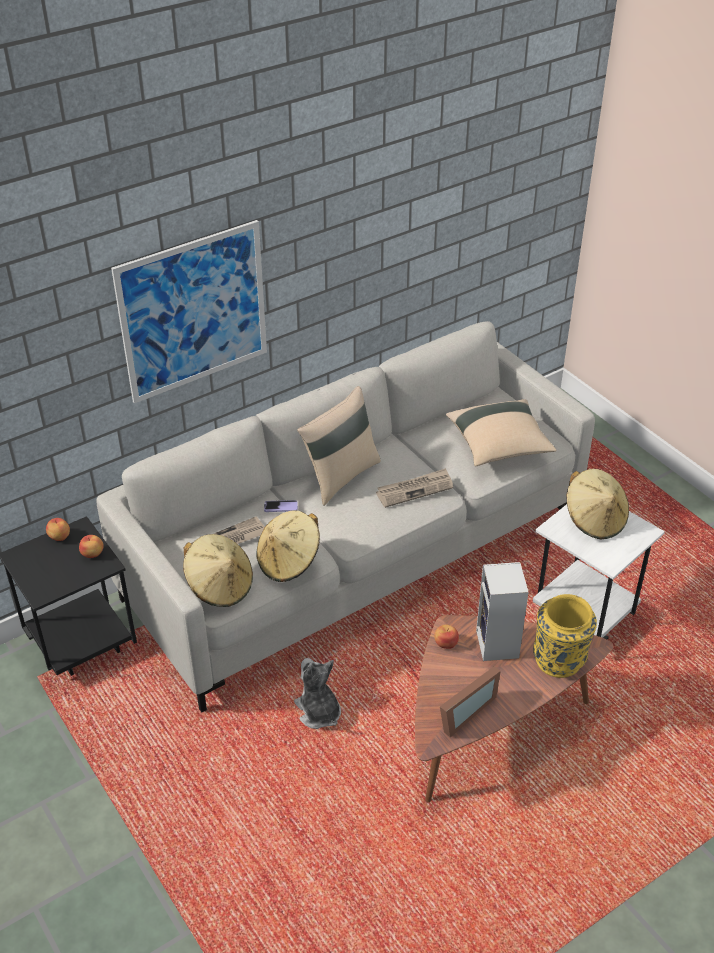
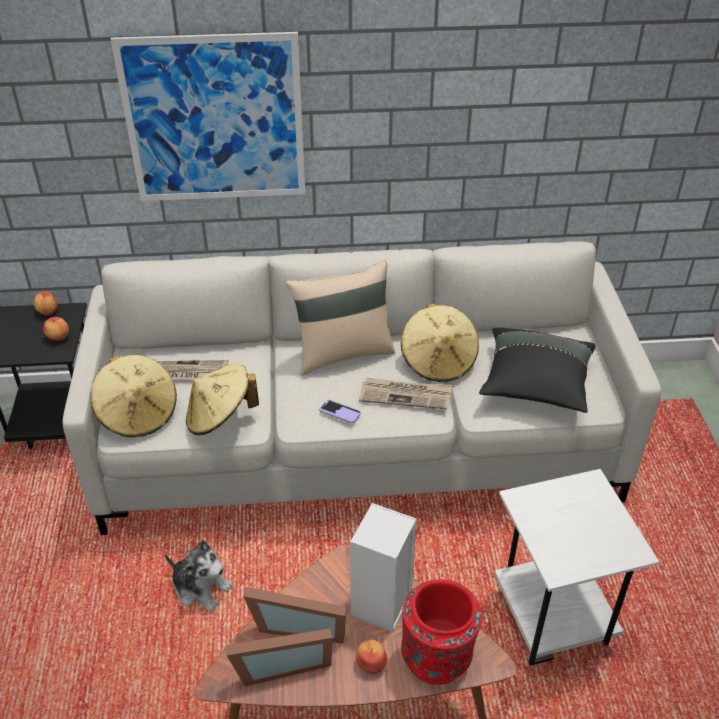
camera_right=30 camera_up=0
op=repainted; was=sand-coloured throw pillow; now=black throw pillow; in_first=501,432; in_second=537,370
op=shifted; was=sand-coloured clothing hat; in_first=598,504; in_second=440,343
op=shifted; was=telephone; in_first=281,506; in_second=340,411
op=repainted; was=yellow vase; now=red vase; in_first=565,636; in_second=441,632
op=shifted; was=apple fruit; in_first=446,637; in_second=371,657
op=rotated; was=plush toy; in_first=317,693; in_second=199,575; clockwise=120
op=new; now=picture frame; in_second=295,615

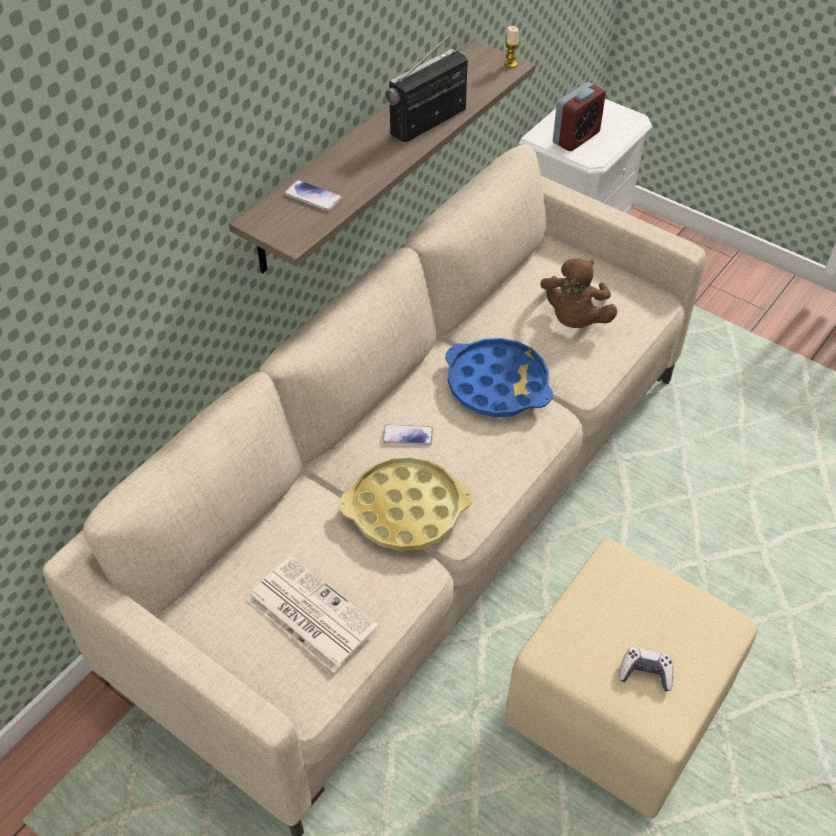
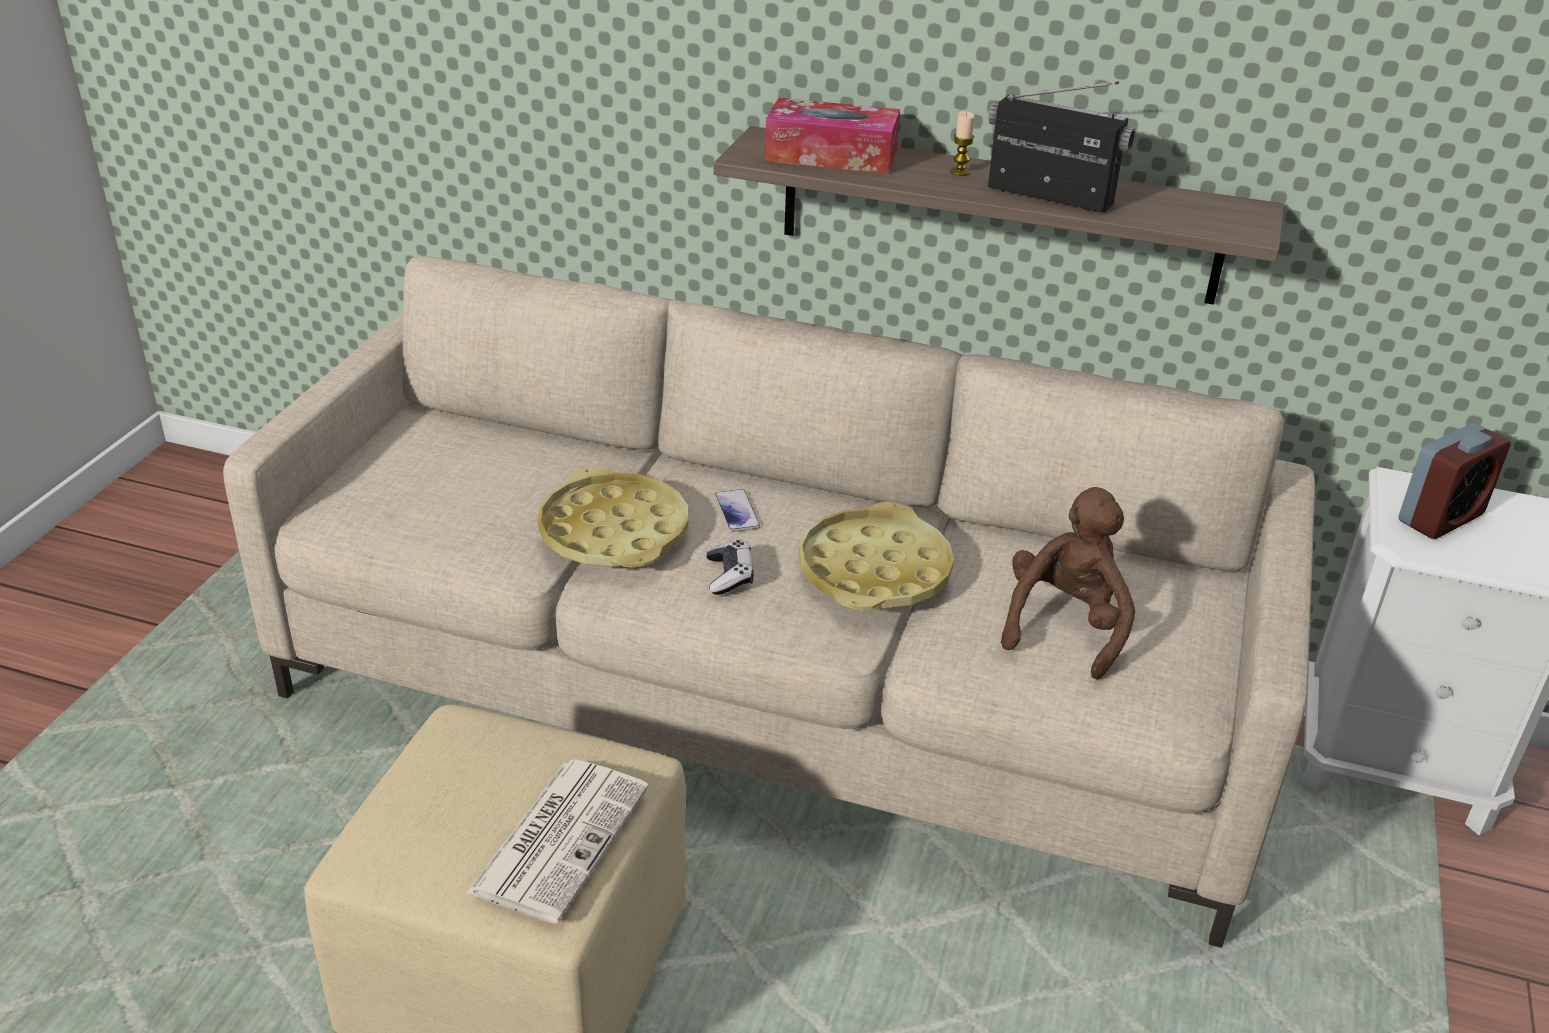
camera_right=70 camera_up=-15
op=shifted; was=wax candle; in_first=511,47; in_second=962,143
op=rotated; was=table clock; in_first=579,116; in_second=1454,481; clockwise=-60
op=swapped; was=telephone; now=box of tissues; in_first=313,196; in_second=832,136
op=rotated; was=brown-coloured plush toy; in_first=578,293; in_second=1068,583; clockwise=120
op=repainted; was=blue tray; now=yellow tray; in_first=499,377; in_second=876,556
op=shifted; was=daily paper; in_first=313,614; in_second=557,842
op=shifted; was=joypad; in_first=646,669; in_second=730,567

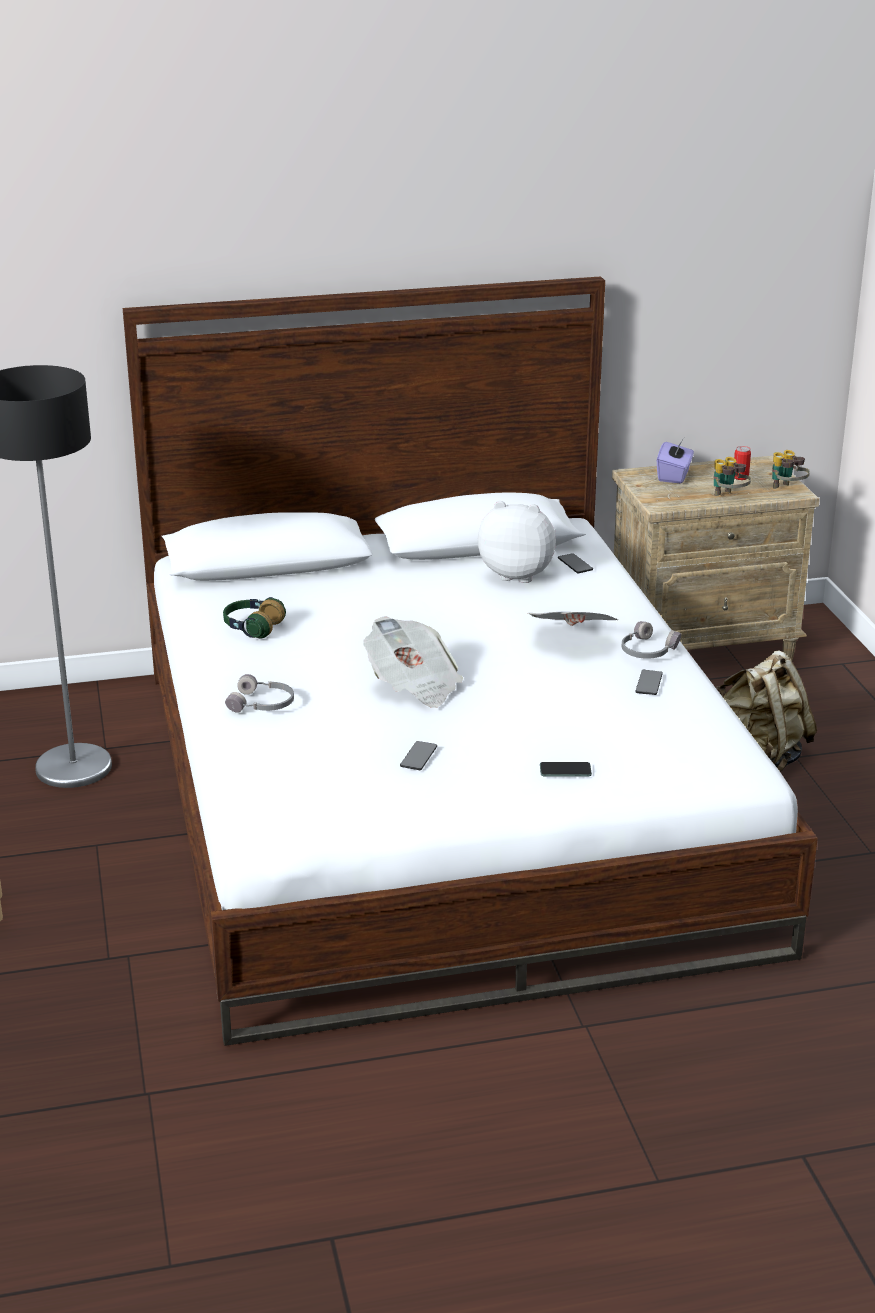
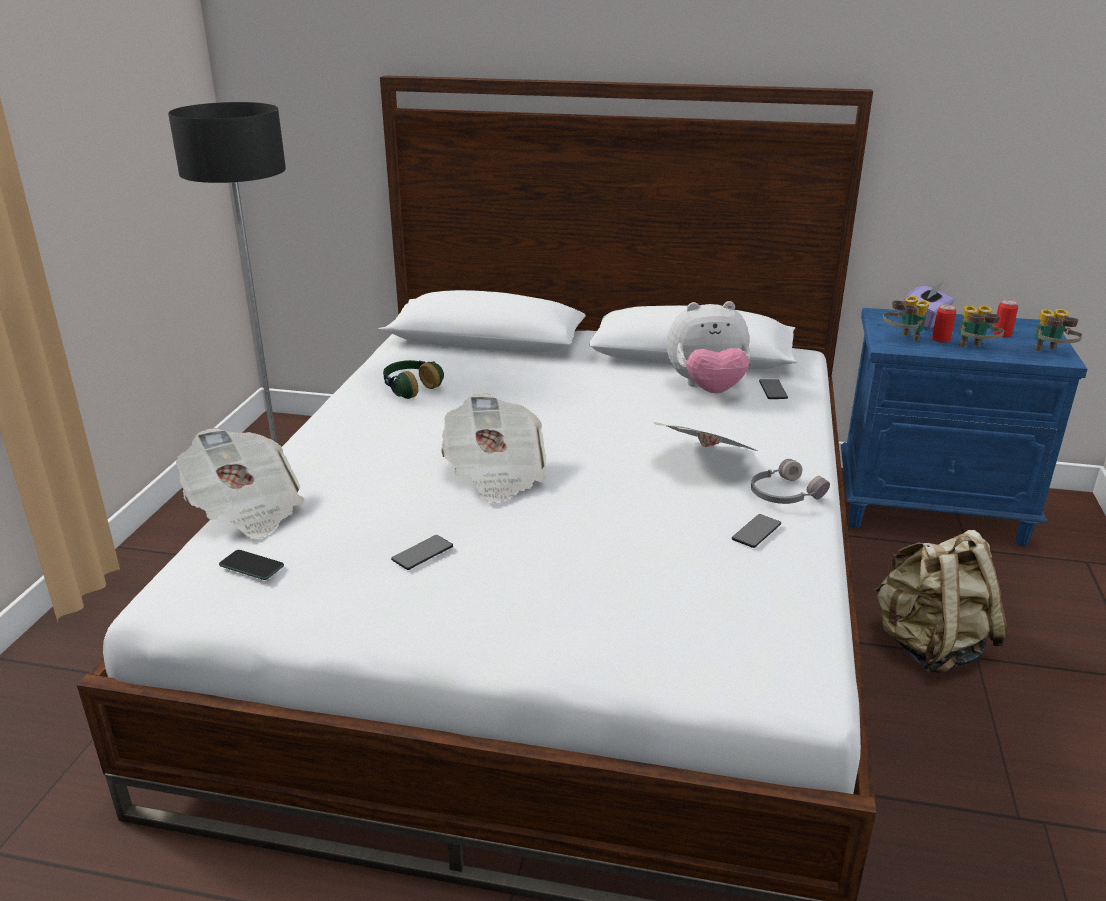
camera_right=25 camera_up=0
op=repainted; was=sand-coloured nightstand; now=blue nightstand; in_first=716,558; in_second=964,427
op=rotated; was=plush toy; in_first=517,542; in_second=709,347; clockwise=135
op=gone; was=grey pair of headphones; in_first=259,693
op=shifted; was=telephone; in_first=566,769; in_second=251,565
op=new; now=pair of binoculars; in_second=906,318
op=new; now=can; in_second=944,323
op=new; now=daily paper; in_second=240,483

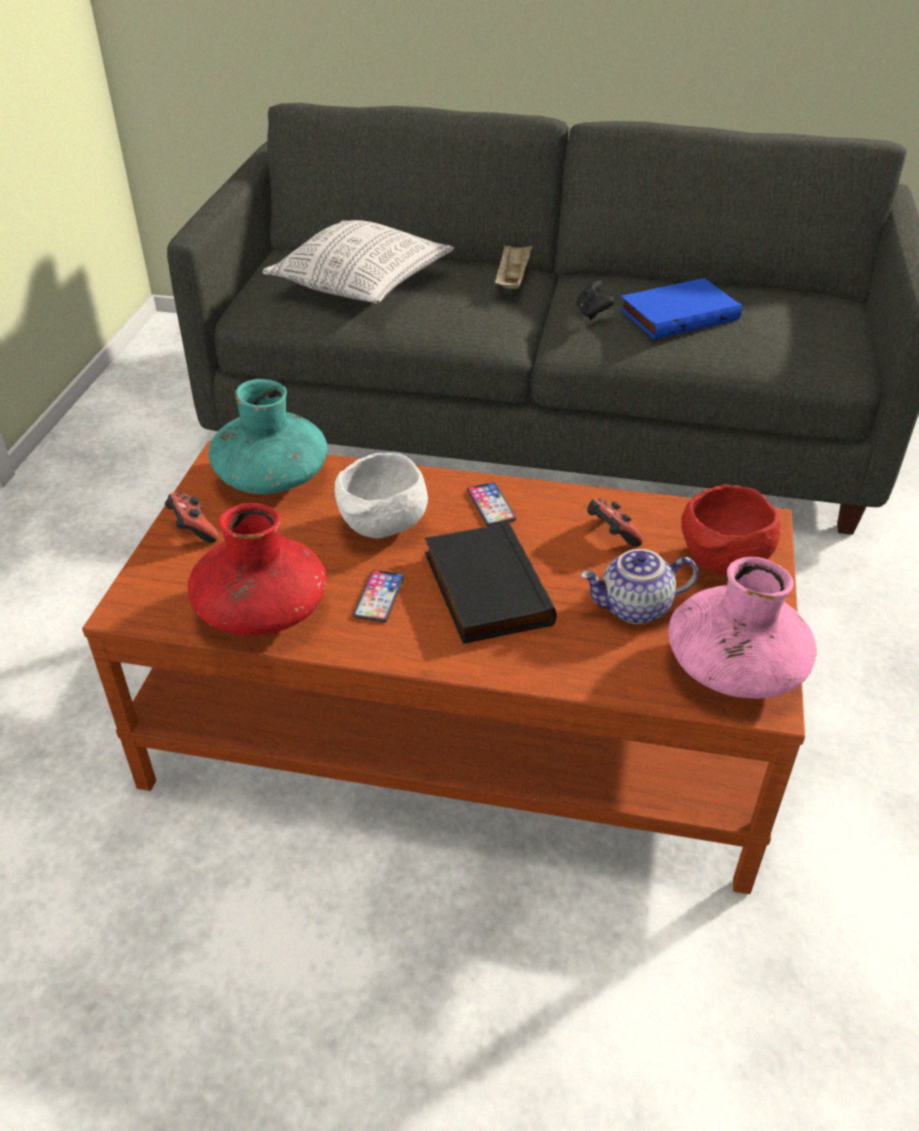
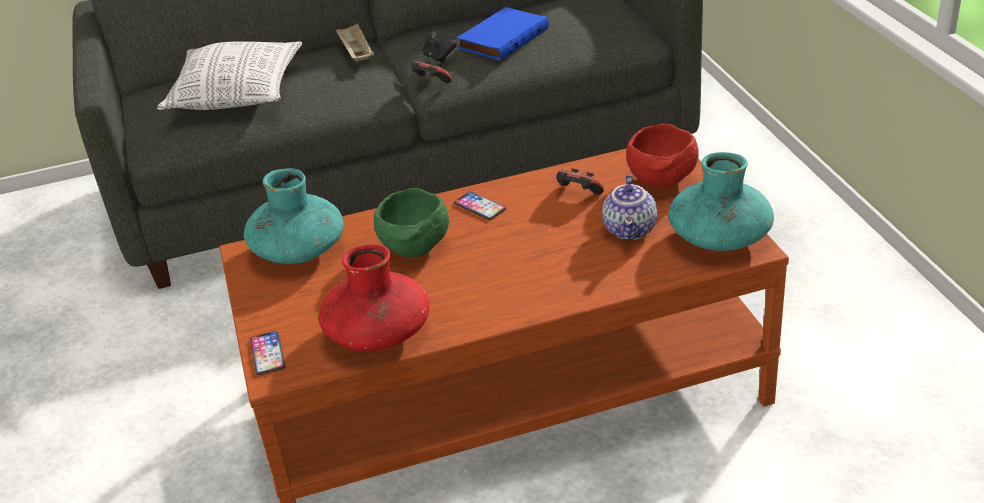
camera_right=-25 camera_up=-5
op=repainted; was=white-coloured serving bowl; now=green serving bowl; in_first=381,495; in_second=411,223
op=shifted; was=joypad; in_first=191,517; in_second=431,71
op=gone; was=black volume; in_first=491,583
op=rotated; was=teapot; in_first=639,586; in_second=629,207; clockwise=-45
op=repainted; was=pink-coloured vase; now=blue-green vase; in_first=742,627; in_second=721,201
op=shifted; was=telephone; in_first=378,596; in_second=268,353

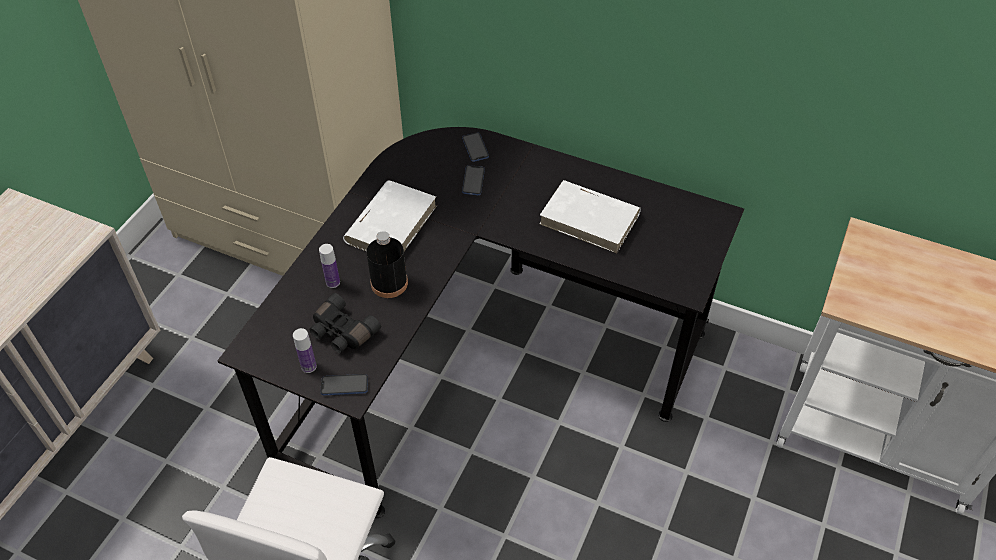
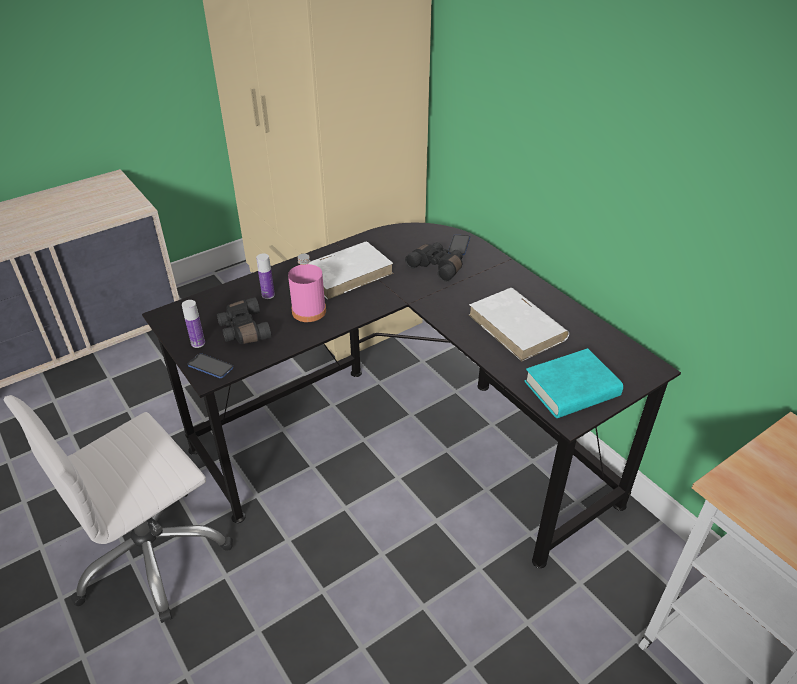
camera_right=30 camera_up=-10
op=swapped; was=telephone; now=black pair of binoculars; in_first=473,180; in_second=434,262
op=repainted; was=black drink bottle; now=pink-coloured drink bottle; in_first=387,264; in_second=307,287
op=new; now=blue-green volume; in_second=574,383

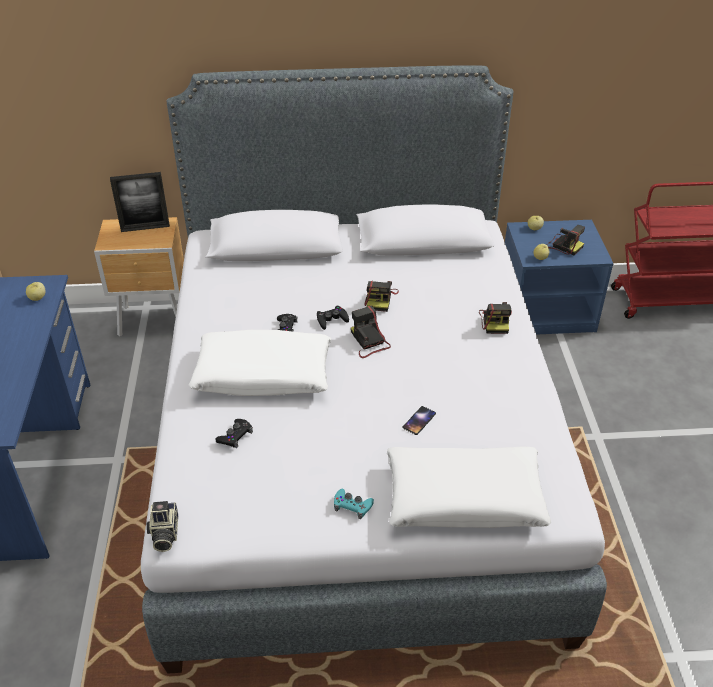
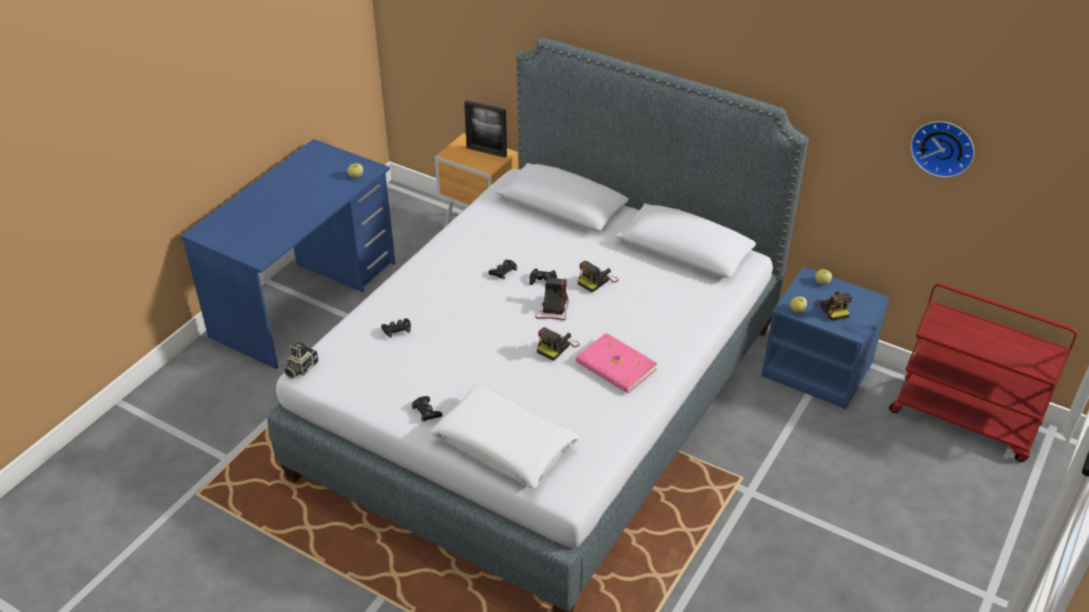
camera_right=35 camera_up=0
op=shifted; was=photo camera; in_first=495,318; in_second=558,344
op=gone; was=white-coloured throw pillow; in_first=260,363
op=gone; was=telephone; in_first=419,420
op=repainted; was=blue-green joypad; now=black joypad; in_first=354,504; in_second=427,409
op=new; now=wall clock; in_second=942,149
op=new; now=pink-coloured volume; in_second=617,363

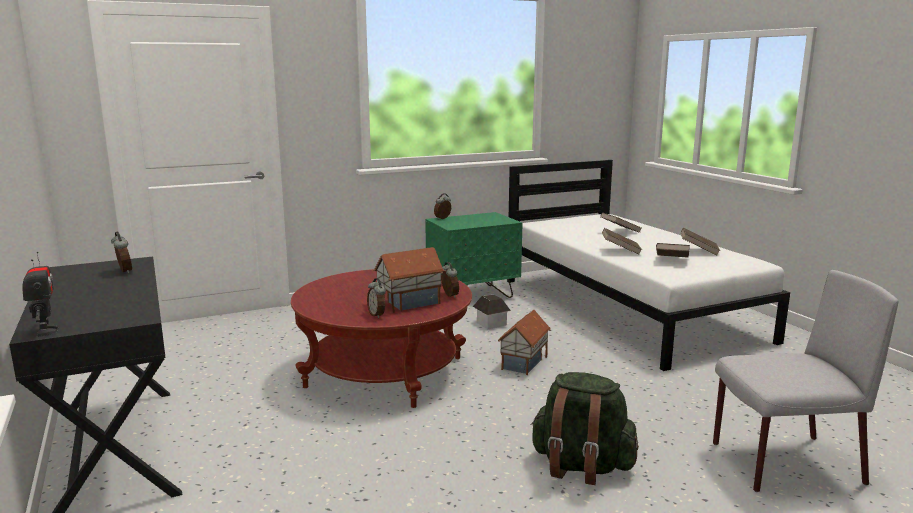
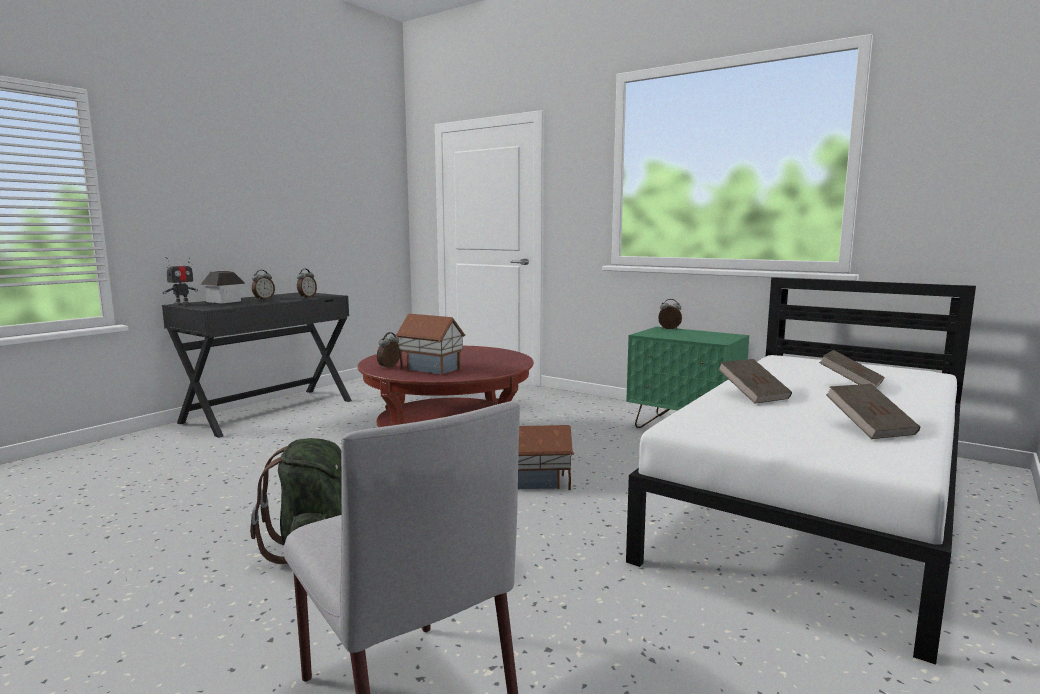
camera_right=60 camera_up=-5
op=gone; was=brown-coloured volume; in_first=673,250
op=shifted; was=table clock; in_first=450,280; in_second=263,285
op=shifted; was=toy house; in_first=492,312; in_second=223,286

